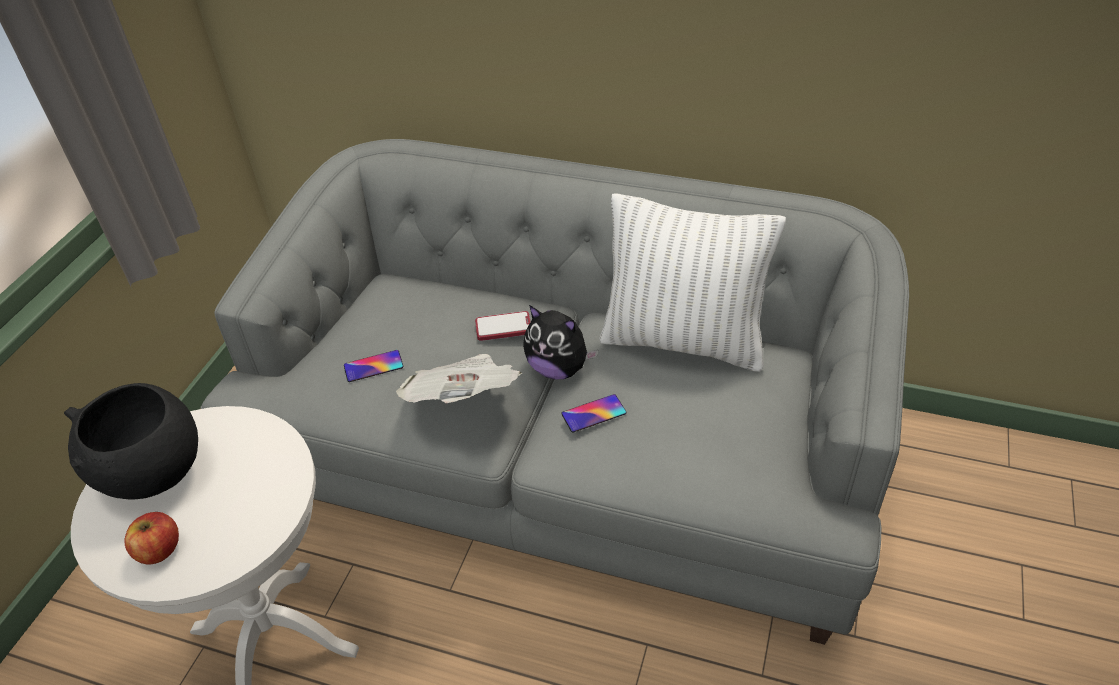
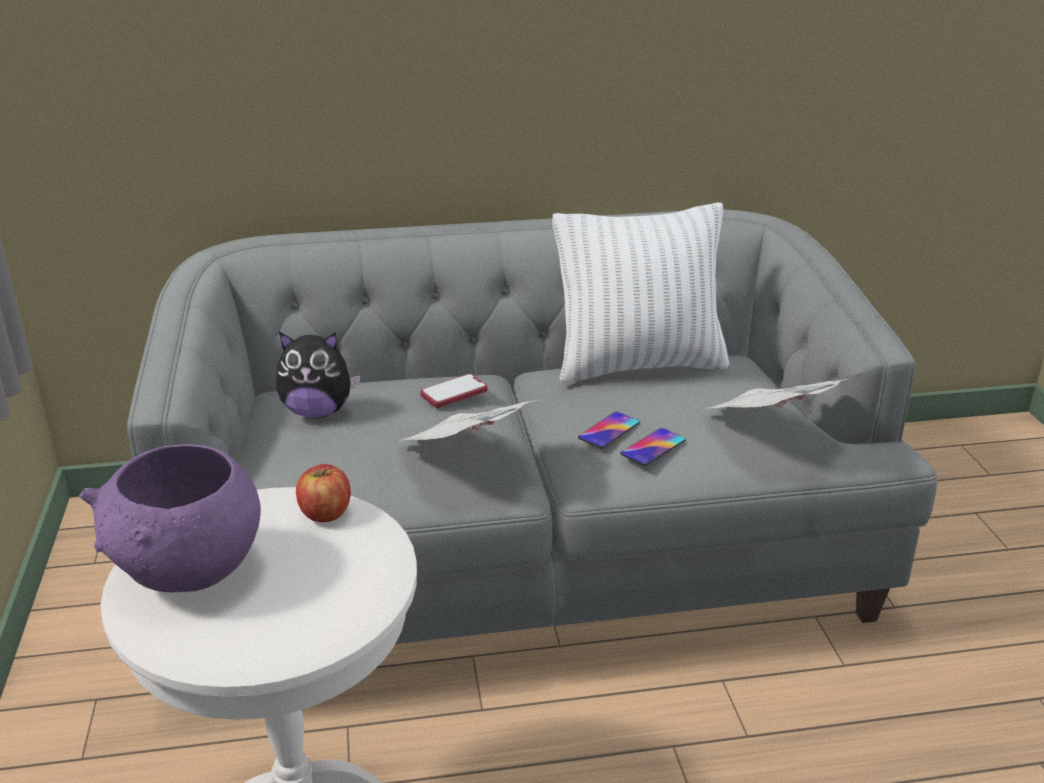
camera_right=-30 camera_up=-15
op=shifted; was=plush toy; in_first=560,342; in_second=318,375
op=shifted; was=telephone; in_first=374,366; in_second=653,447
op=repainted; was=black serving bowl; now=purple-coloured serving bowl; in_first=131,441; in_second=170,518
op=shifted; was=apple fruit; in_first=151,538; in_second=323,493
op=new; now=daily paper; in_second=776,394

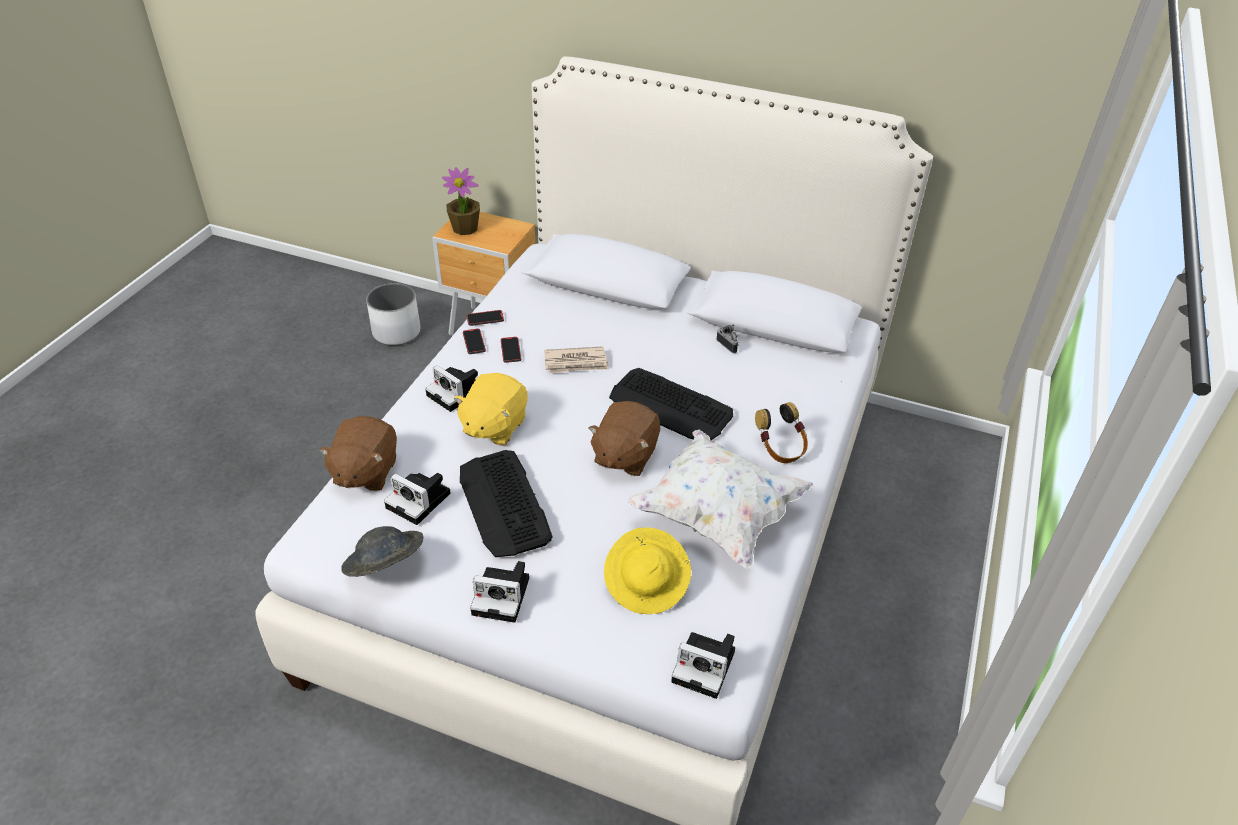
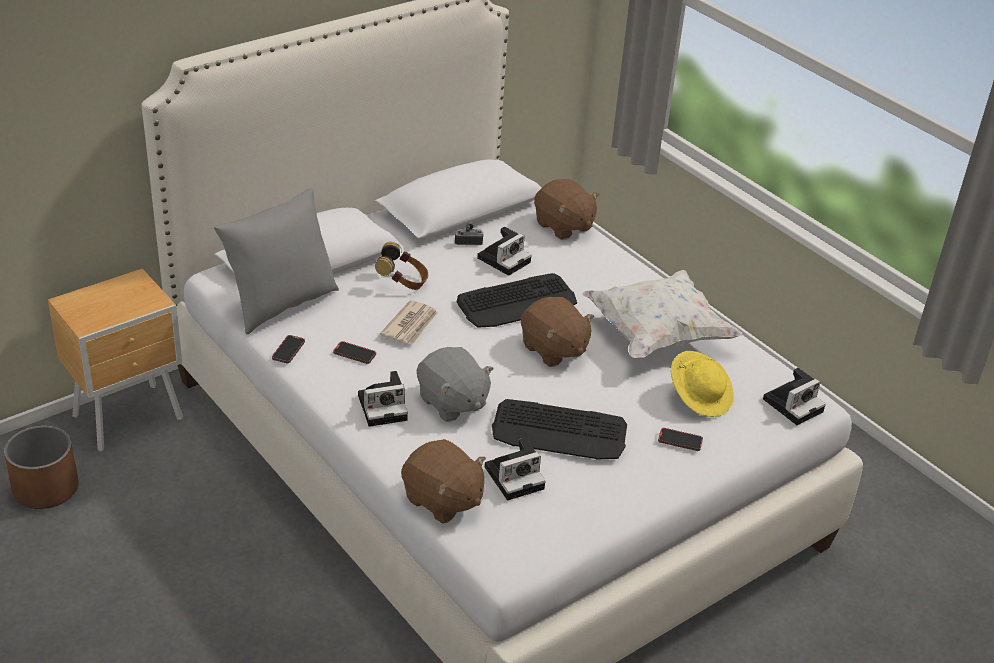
camera_right=-60 camera_up=-5
op=gone; was=houseplant; in_first=461,201
op=repainted; was=white-coloured planter; now=brown-coloured planter; in_first=393,314; in_second=41,467
op=shifted; was=telephone; in_first=474,341; in_second=680,439
op=repainted; was=yellow plush toy; now=grey plush toy; in_first=490,409; in_second=455,384
op=shifted; was=pair of headphones; in_first=781,432; in_second=401,266
op=gone; was=grey clothing hat; in_first=382,551
op=shifted; was=photo camera; in_first=499,592; in_second=504,251
op=new; now=brown-coloured plush toy; in_second=566,209
op=new; now=grey throw pillow; in_second=276,261

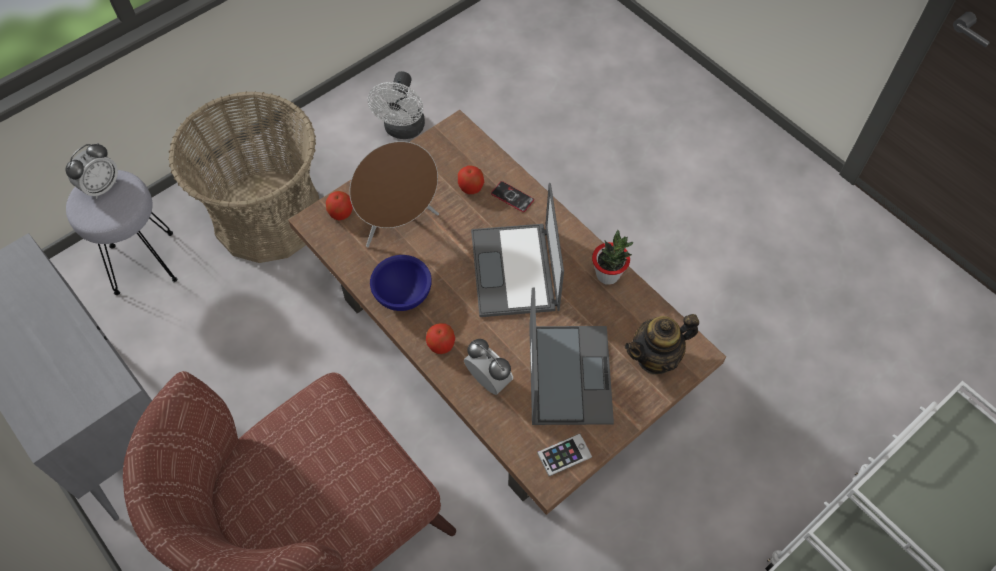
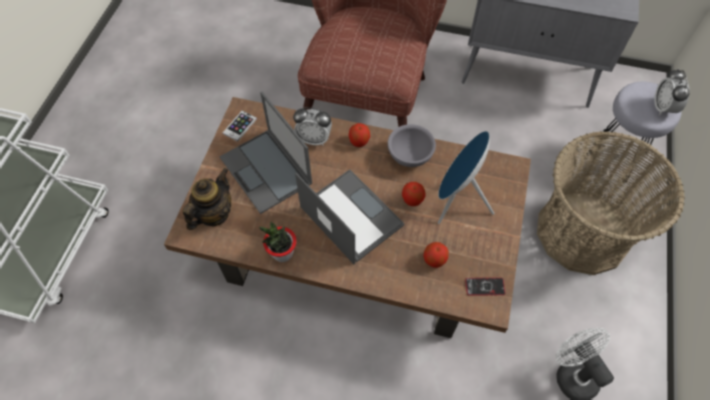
camera_right=145 camera_up=0
op=repainted; was=brown-coloured loudspeaker; now=blue loudspeaker; in_first=394,194; in_second=466,177
op=shifted; was=telephone; in_first=512,196; in_second=485,286
op=shifted; was=apple fruit; in_first=339,205; in_second=413,194
op=repainted; was=blue serving bowl; now=grey serving bowl; in_first=401,283; in_second=412,145

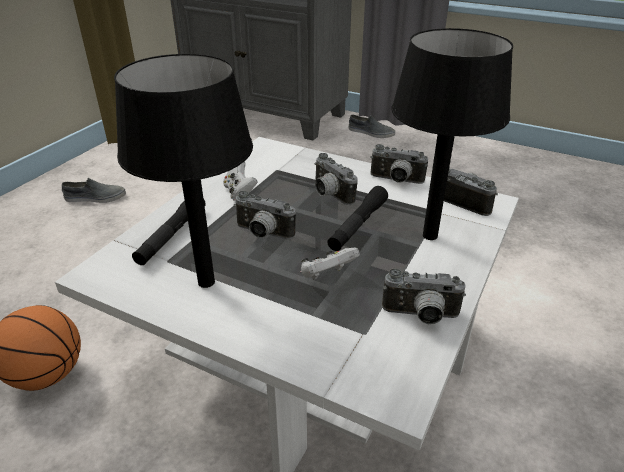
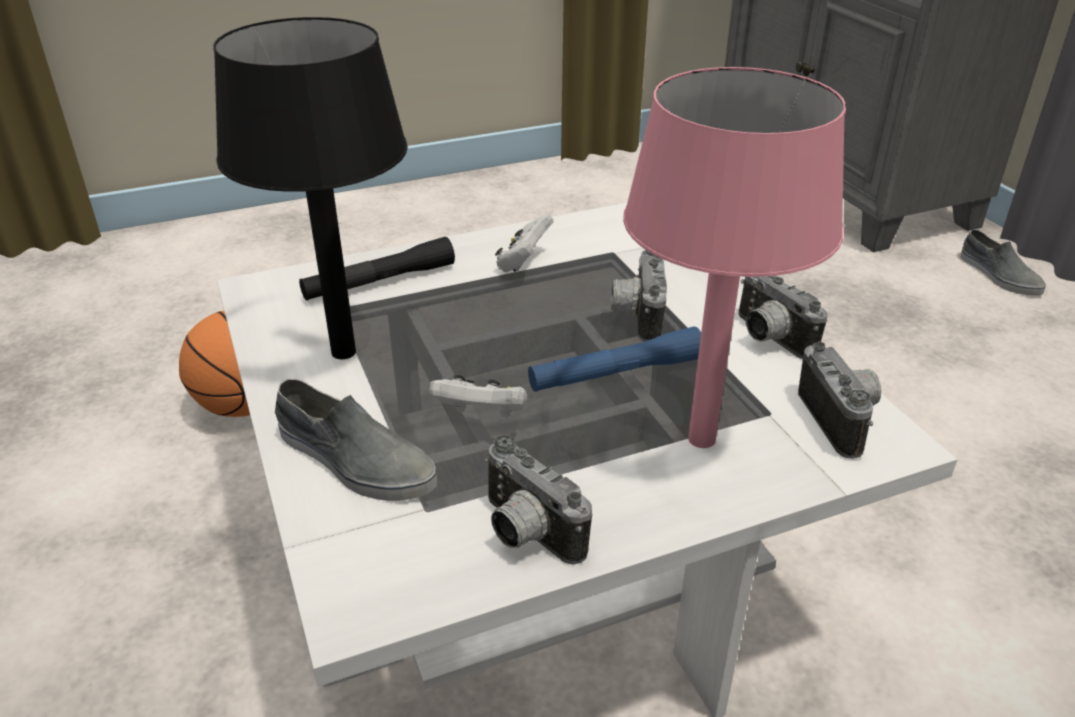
camera_right=40 camera_up=0
op=repainted; was=black table lamp; now=pink-coloured table lamp; in_first=452,134; in_second=734,257
op=shifted; was=grey low shoe; in_first=94,190; in_second=356,440
op=repainted; was=black torch; now=blue torch; in_first=358,218; in_second=614,359
op=gone; was=photo camera; in_first=265,215

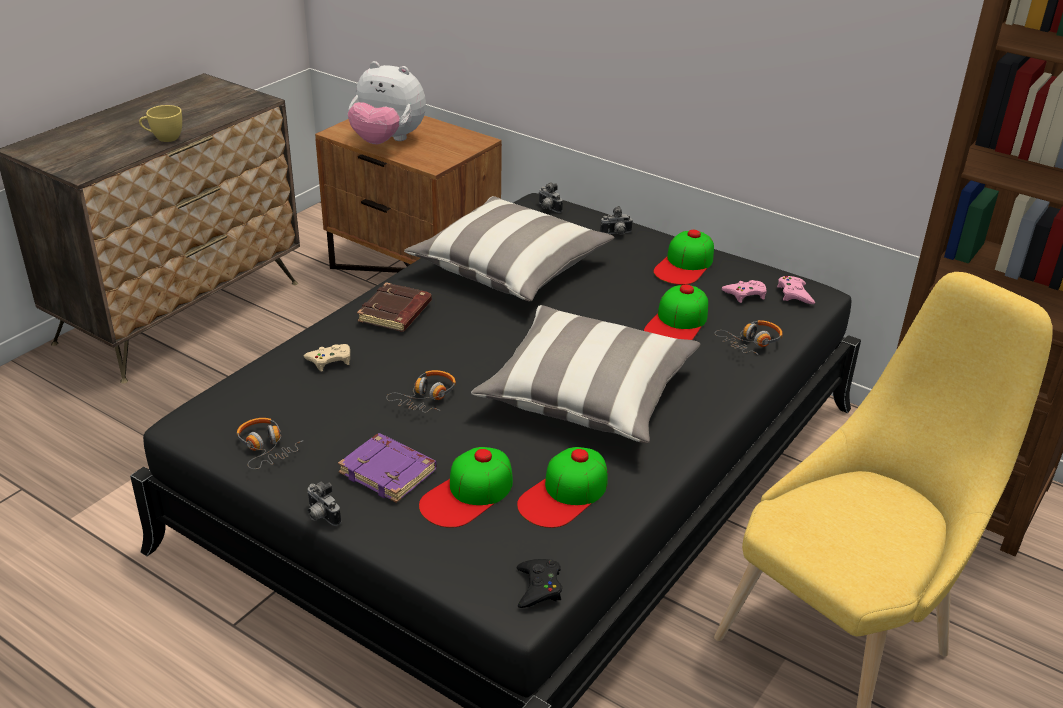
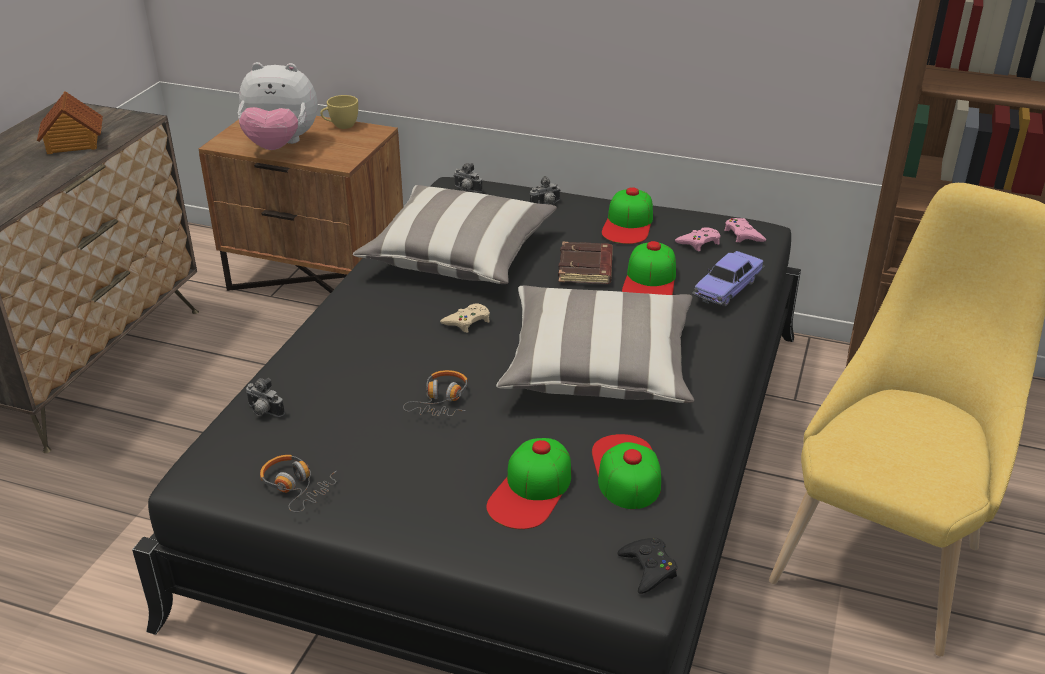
camera_right=-15 camera_up=0
op=shifted; was=yellow small cup; in_first=160,123; in_second=339,112
op=shifted; was=brown-coloured volume; in_first=394,307; in_second=585,263
op=swapped; was=pair of headphones; now=miniature car; in_first=749,337; in_second=728,278
op=shifted; was=sand-coloured joypad; in_first=327,358; in_second=465,318
op=gone; was=purple-coloured volume; in_first=387,468
op=rotated; was=cap; in_first=562,487; in_second=626,471; clockwise=150
op=shifted; was=photo camera; in_first=324,504; in_second=265,397
op=new; now=toy house; in_second=70,122

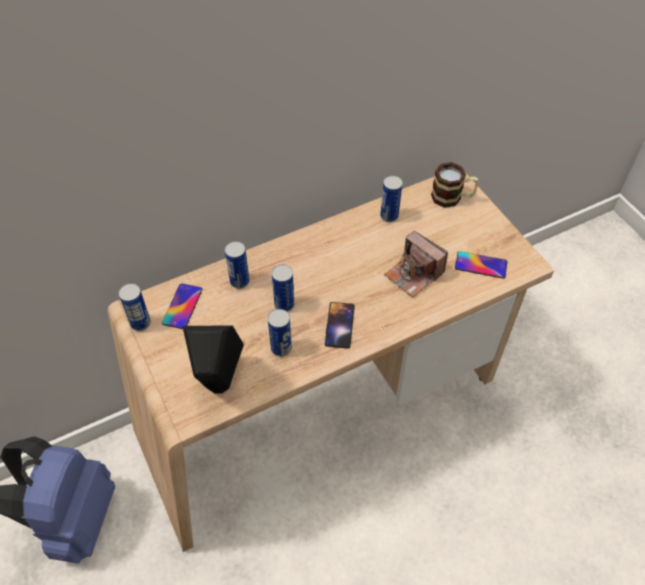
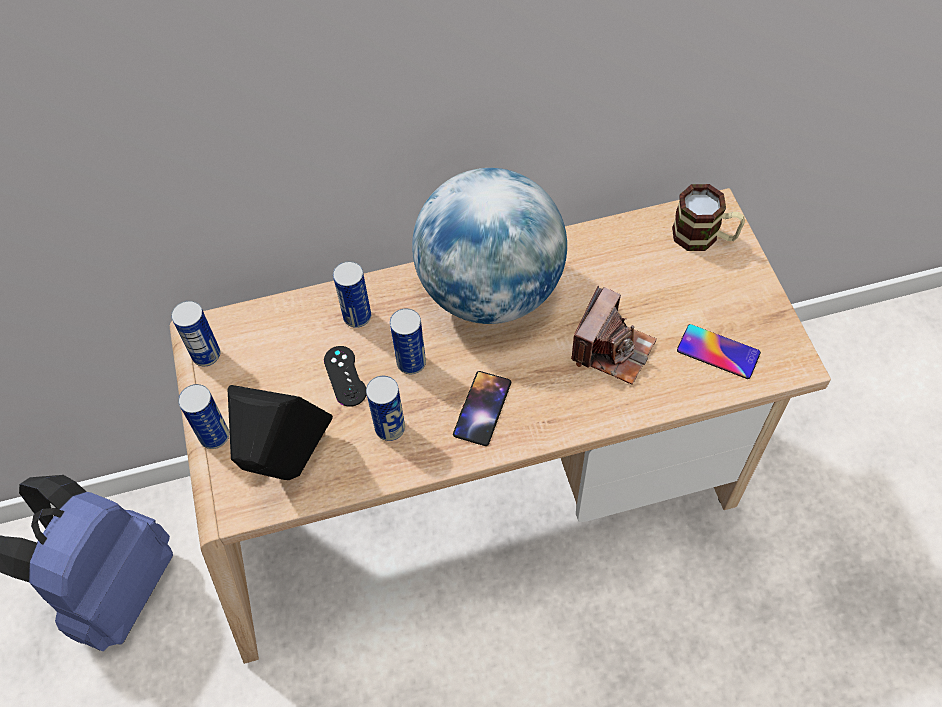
camera_right=15 camera_up=5
op=shifted; was=can; in_first=391,199; in_second=203,416
op=rotated; was=photo camera; in_first=416,264; in_second=614,335; clockwise=-120
op=gone; was=telephone; in_first=182,306
op=new; now=globe; in_second=489,246
op=new; now=black joypad; in_second=345,376

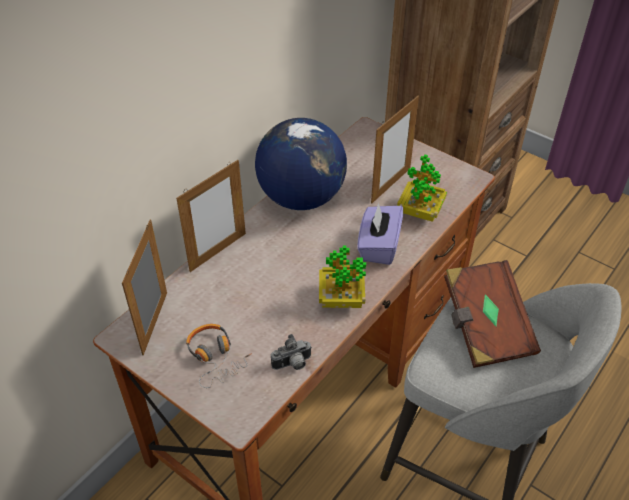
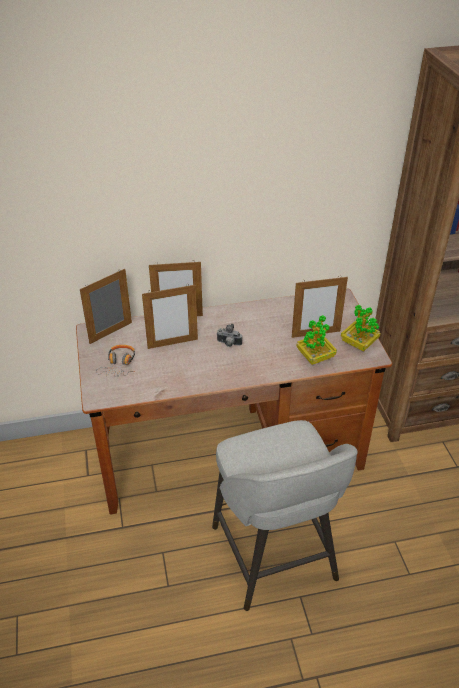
camera_right=40 camera_up=-5
op=gone; was=globe; in_first=301,164
op=gone; was=purple-coloured box of tissues; in_first=380,234
op=shifted; was=houseplant; in_first=342,276; in_second=361,328
op=gone; was=brown-coloured volume; in_first=492,314
op=shifted; was=photo camera; in_first=291,352; in_second=229,335
op=new; now=picture frame; in_second=170,316

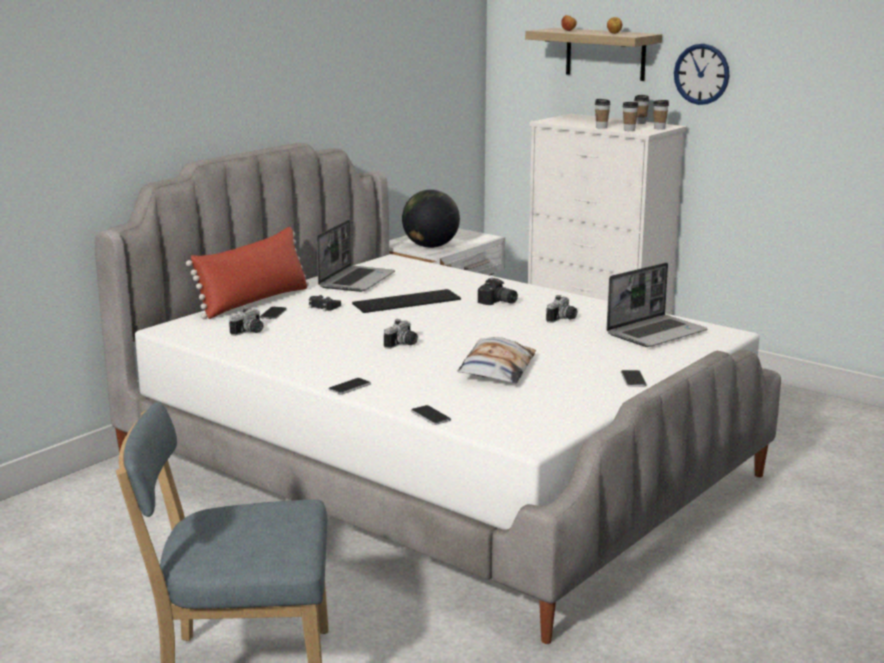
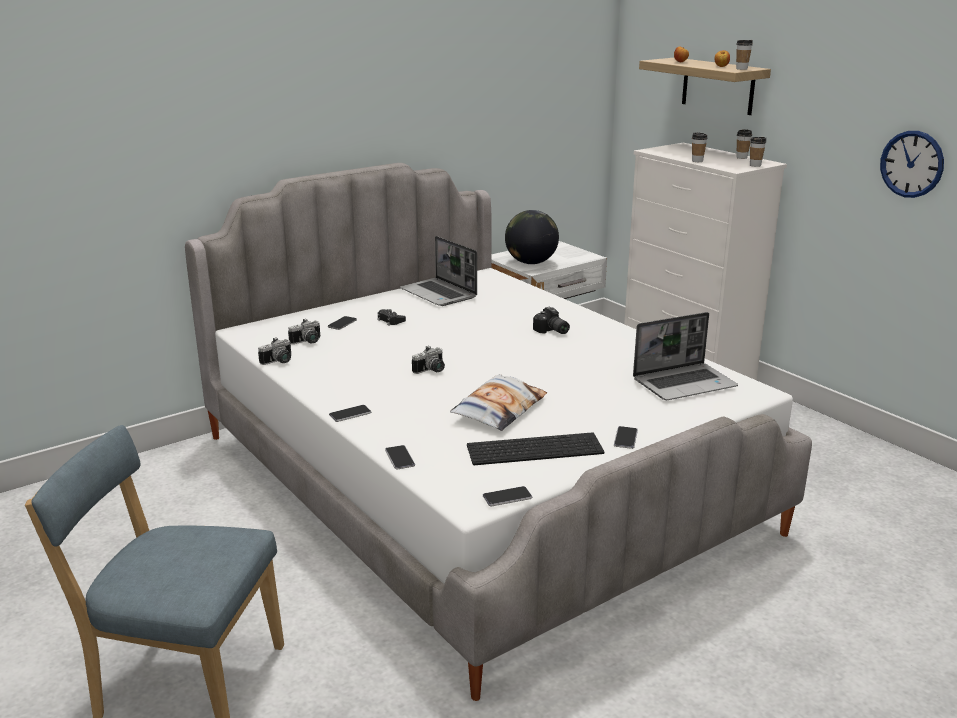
camera_right=15 camera_up=5
op=shifted; was=wall clock; in_first=701,74; in_second=912,164
op=shifted; was=small cup; in_first=630,116; in_second=744,55
op=rotated; was=portable computer; in_first=356,256; in_second=438,271; clockwise=105
op=gone; was=red throw pillow; in_first=247,273
op=shifted; was=PC keyboard; in_first=406,301; in_second=535,448
op=shifted; was=photo camera; in_first=561,309; in_second=274,351
op=new; now=telephone; in_second=507,496

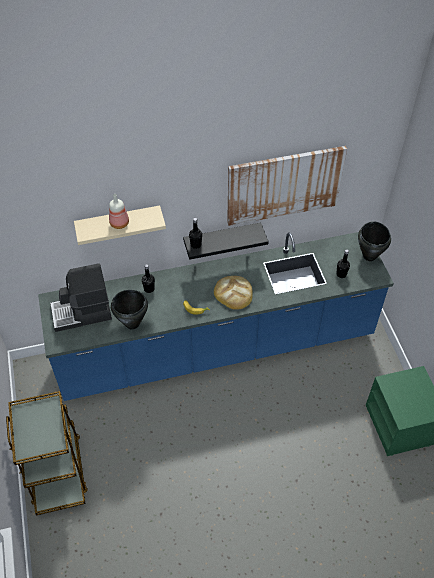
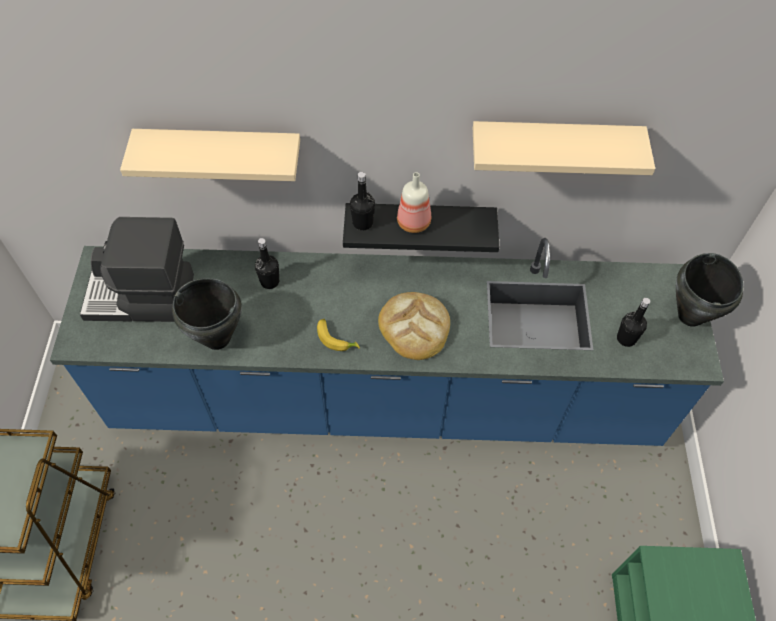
camera_right=15 camera_up=5
op=swapped; was=wall art; now=sand-coloured shelf; in_first=287,186; in_second=564,148
op=shifted; was=drink bottle; in_first=119,211; in_second=414,202

